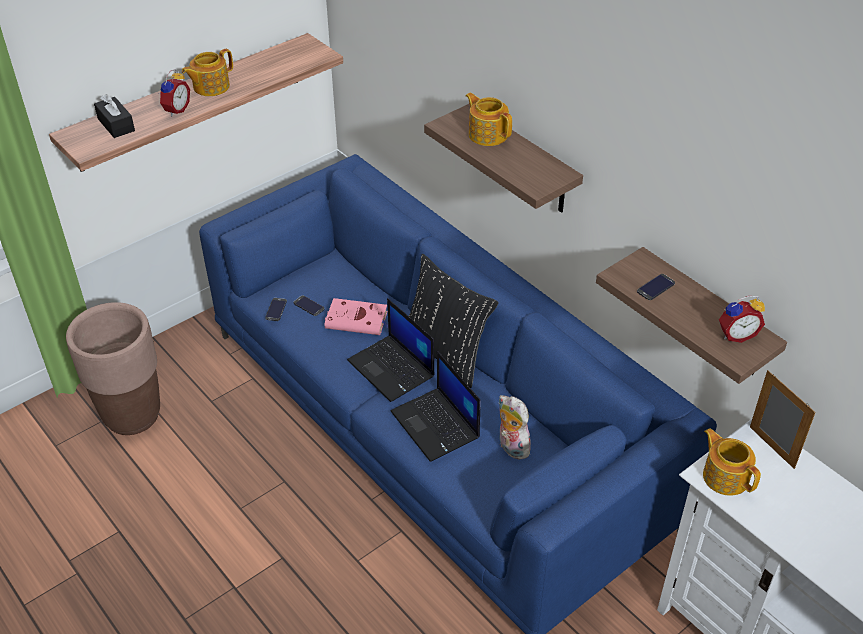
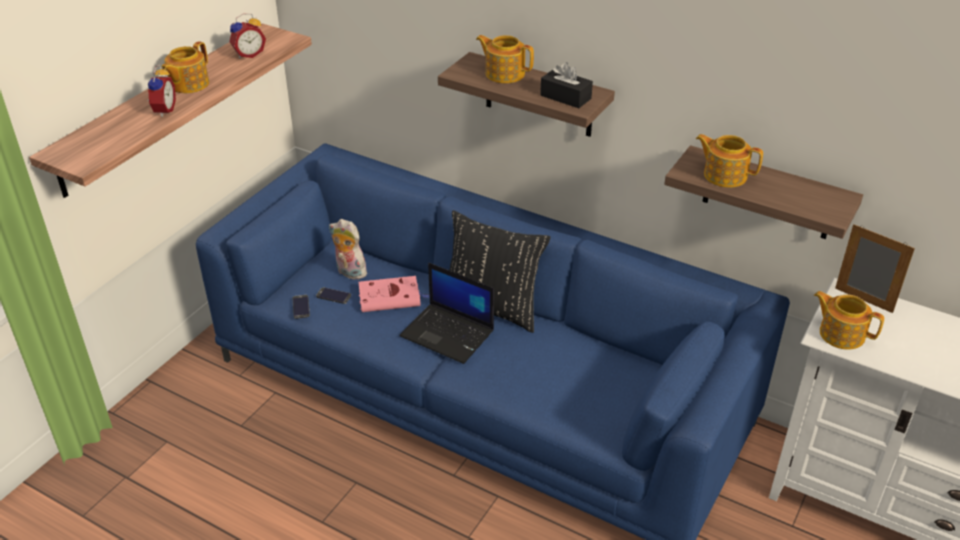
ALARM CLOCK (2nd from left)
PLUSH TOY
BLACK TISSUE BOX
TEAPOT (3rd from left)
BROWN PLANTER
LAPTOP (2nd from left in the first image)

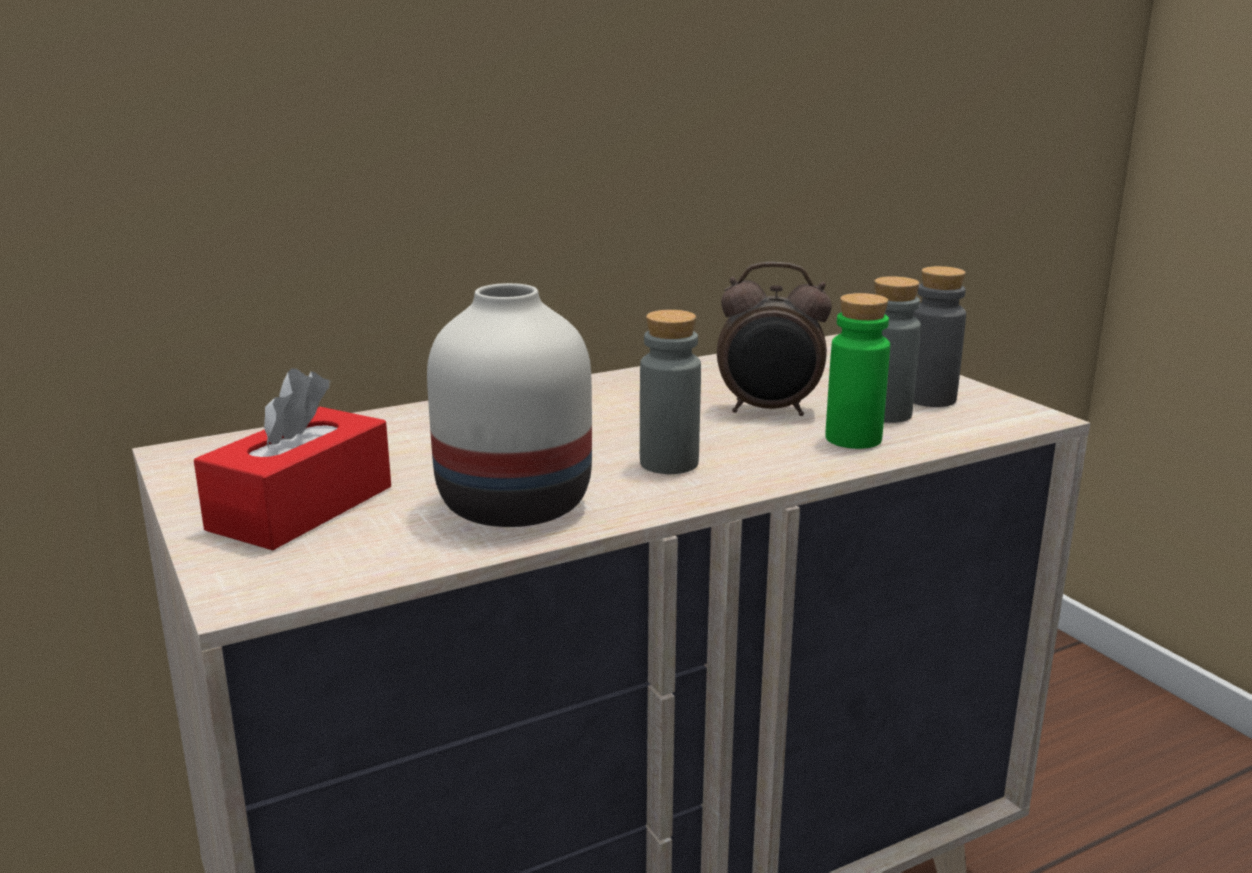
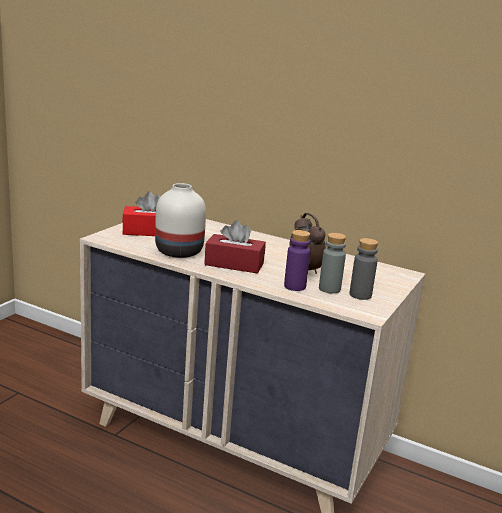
RED TISSUE BOX (2nd from left)
PURPLE BOTTLE

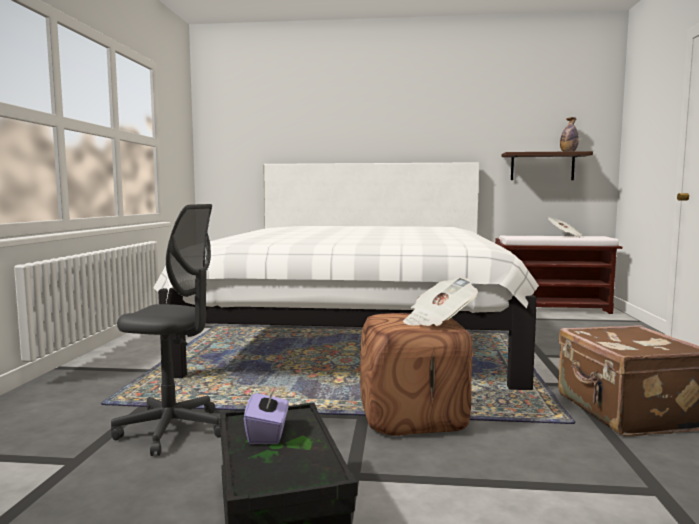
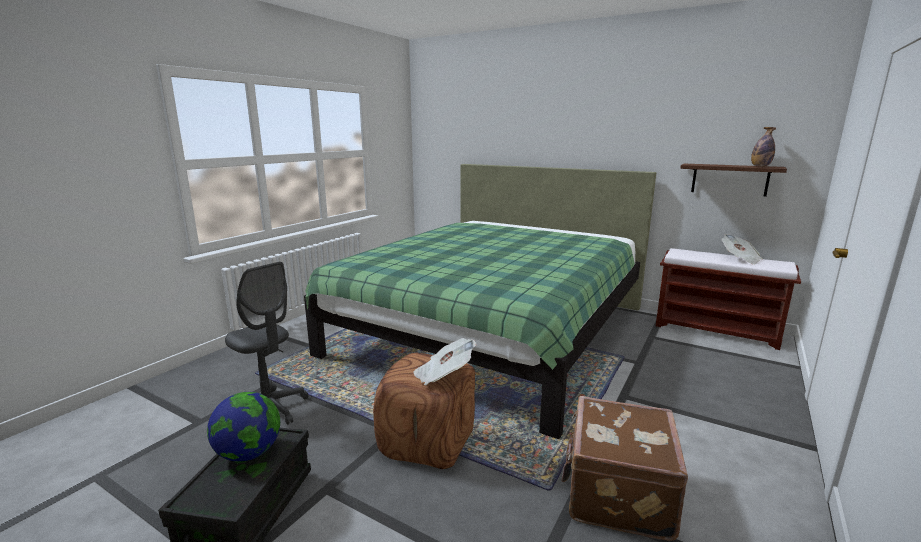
GLOBE
GREEN BED

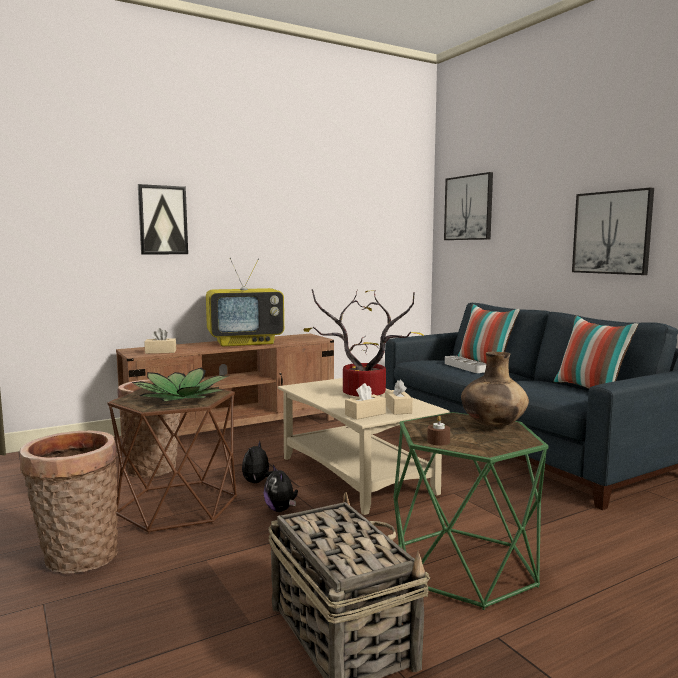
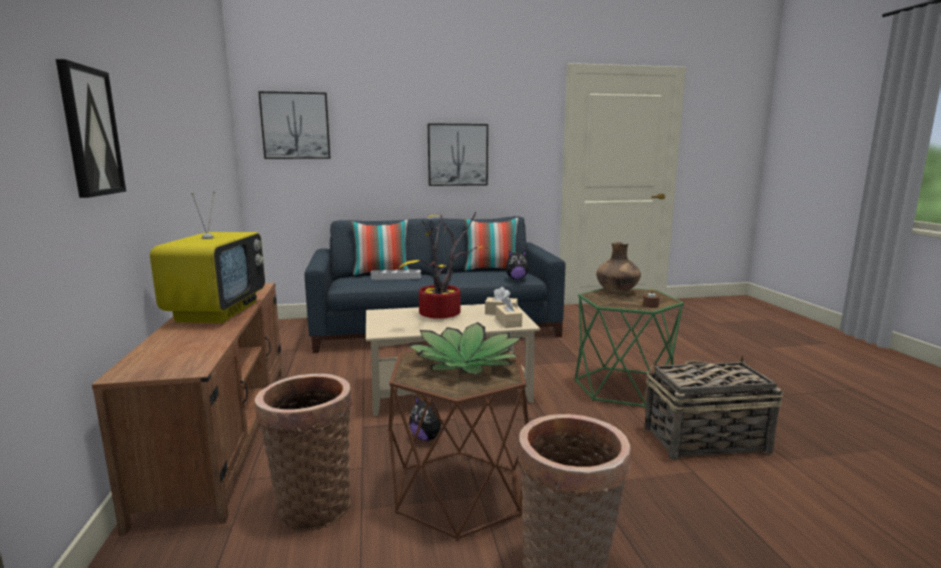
PLUSH TOY (2nd from left)
BEIGE TISSUE BOX (1st from left in the first image)

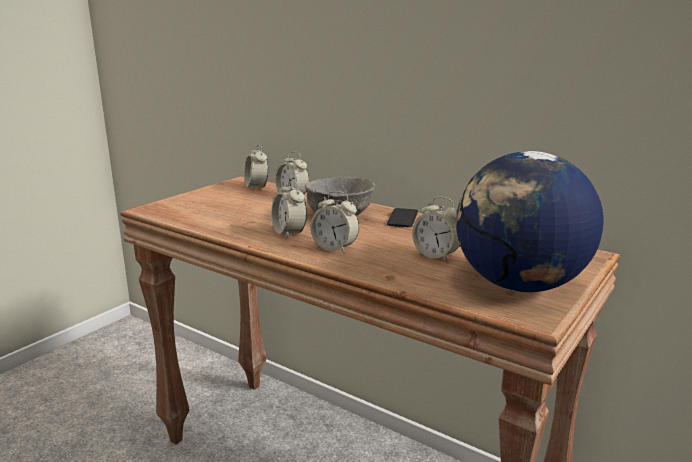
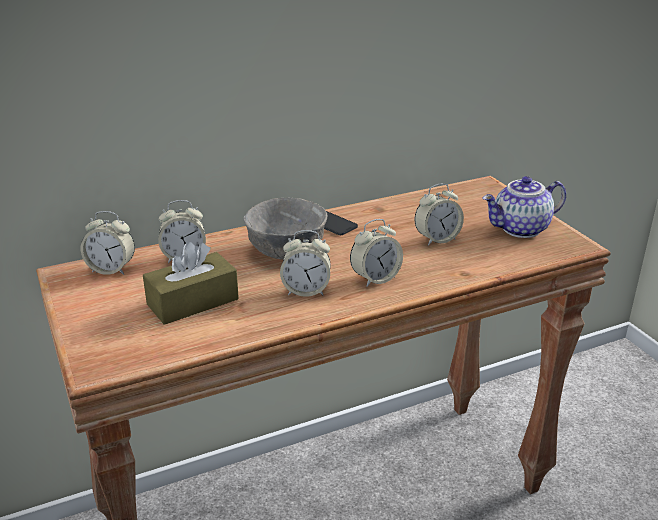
BROWN TISSUE BOX
TEAPOT

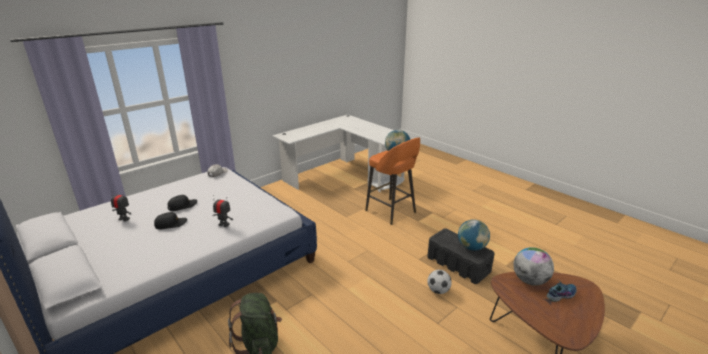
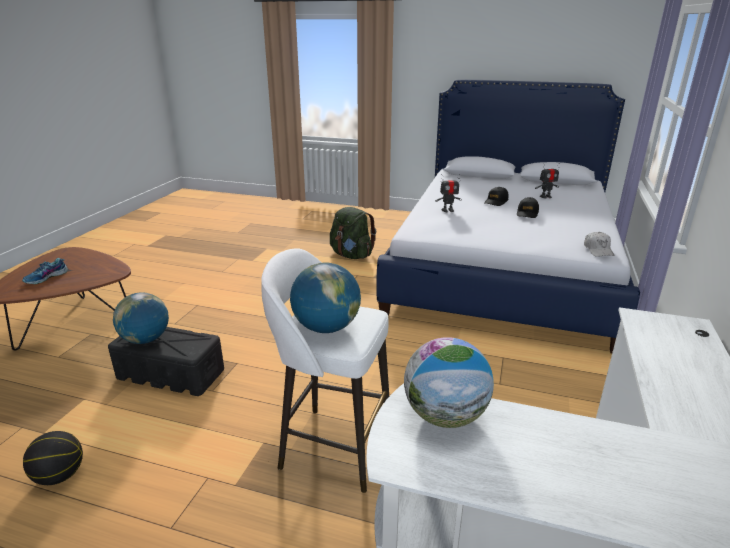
BASKETBALL
WHITE STOOL
GLOBE (3rd from left)
FOOTBALL

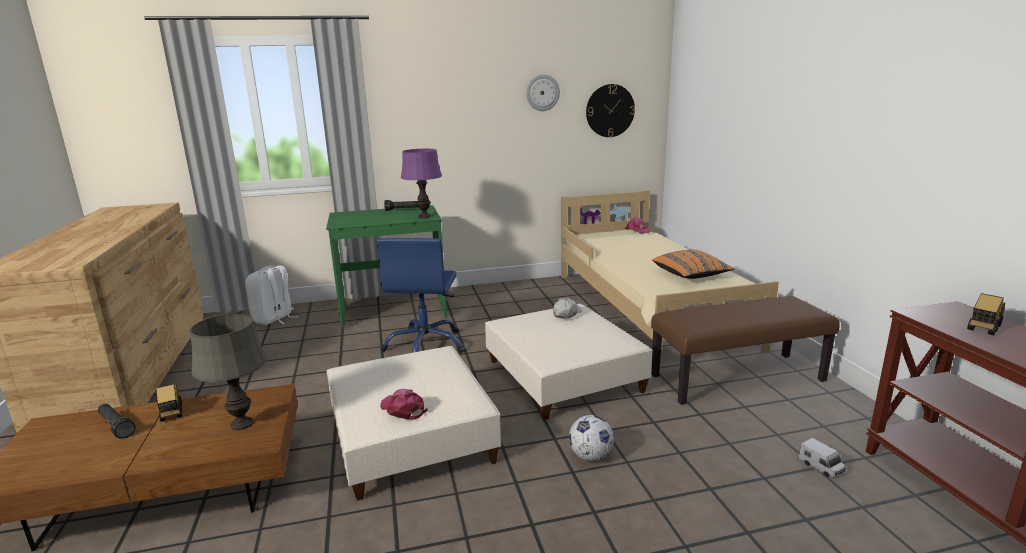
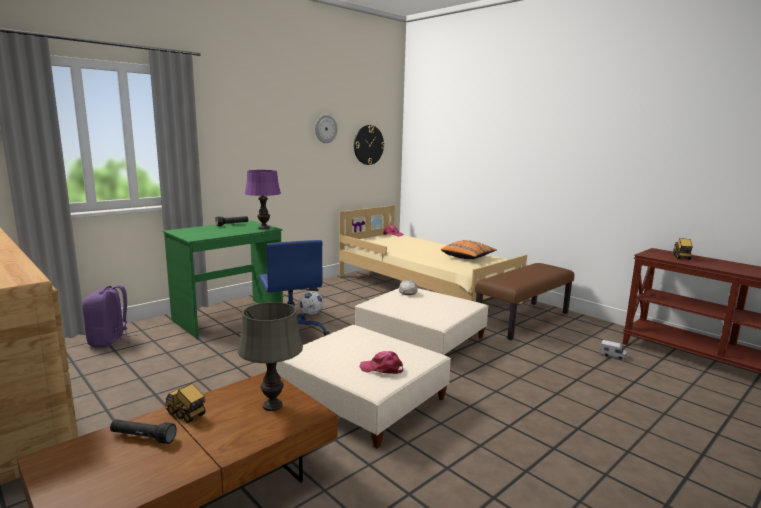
PURPLE BACKPACK
FOOTBALL

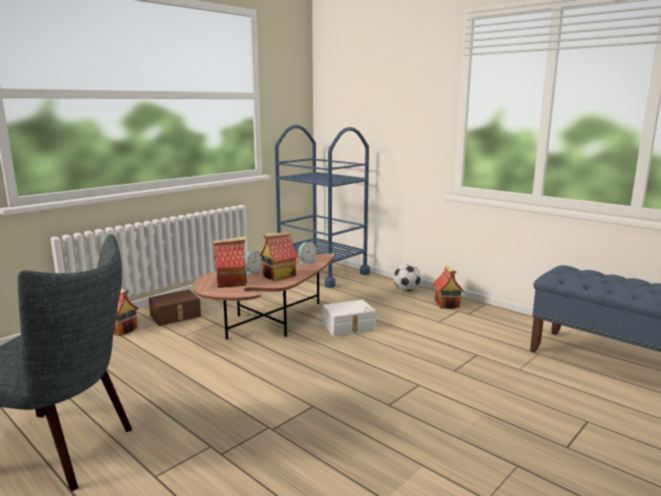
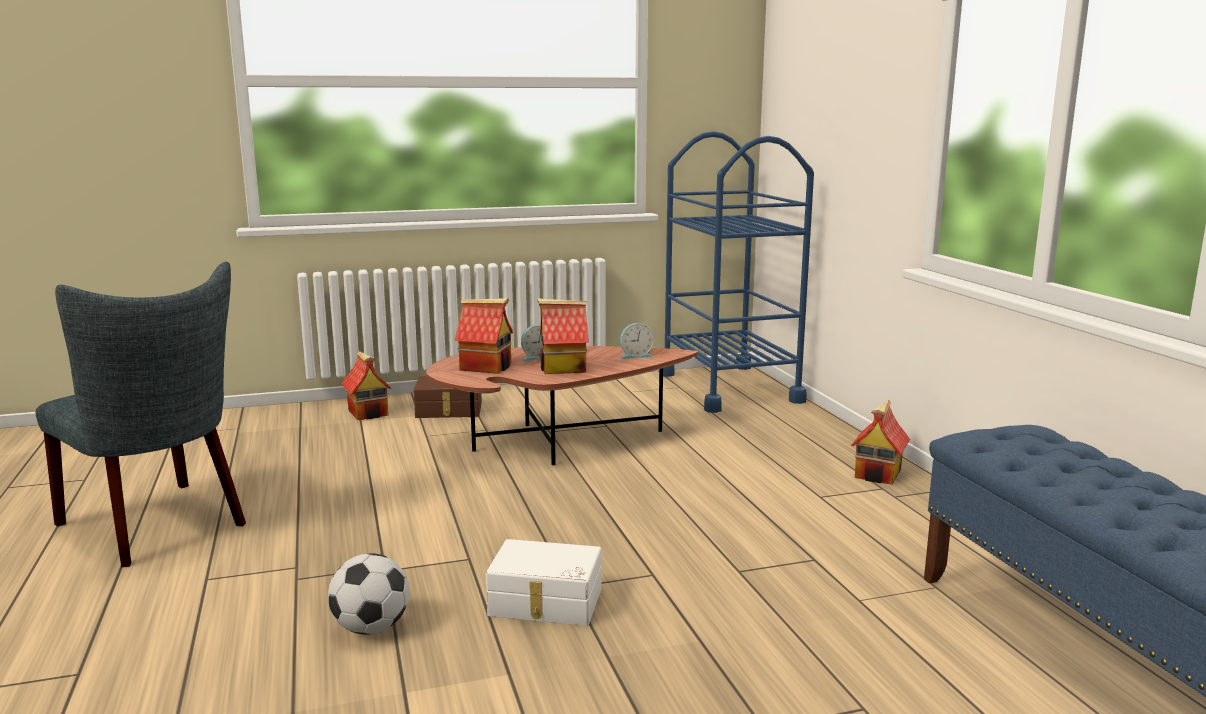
FOOTBALL
WHITE STORAGE BOX

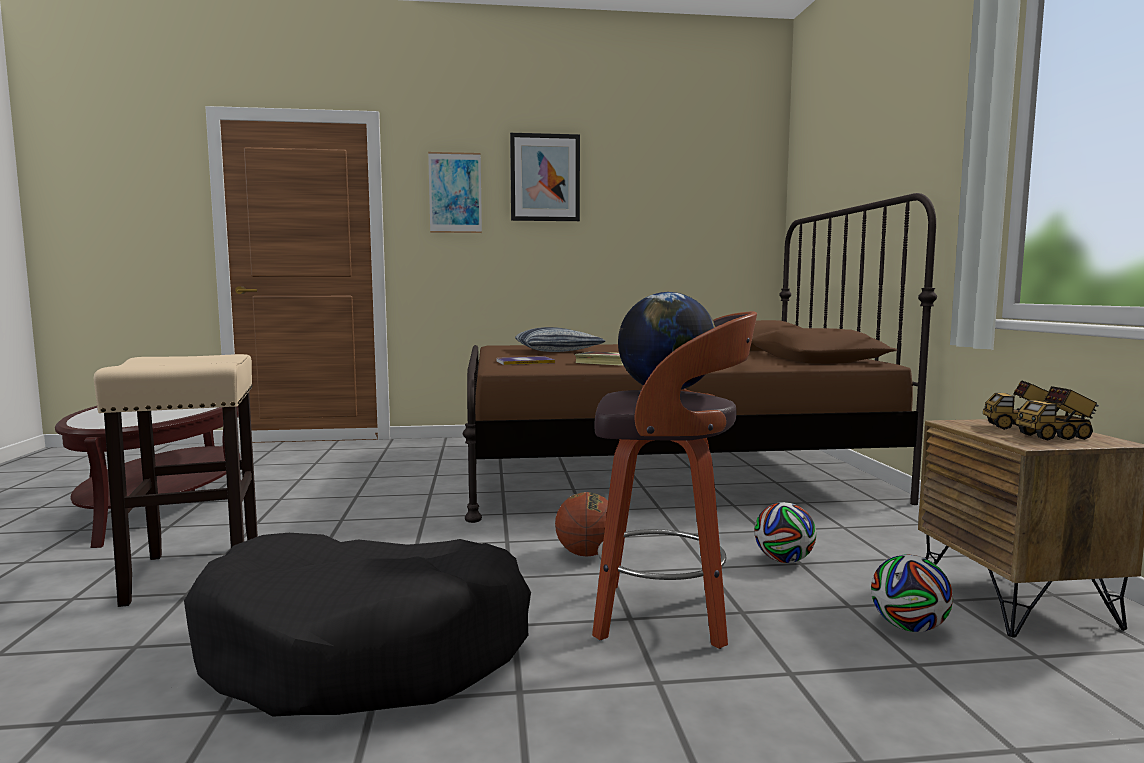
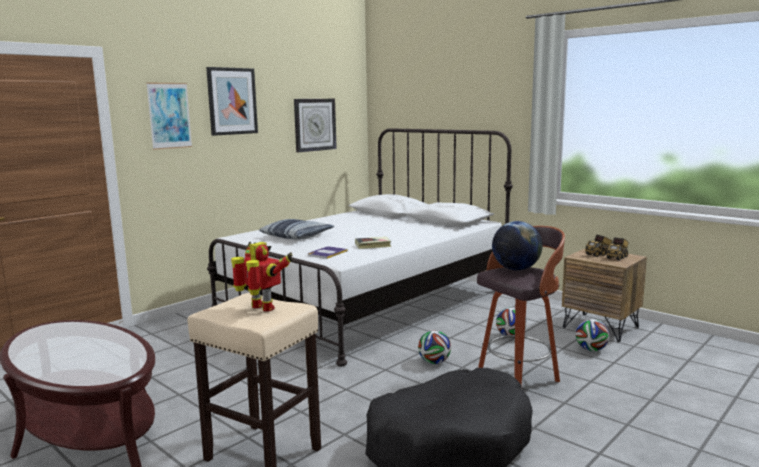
WHITE BED
TOY ROBOT
WALL CLOCK
FOOTBALL (1st from left)

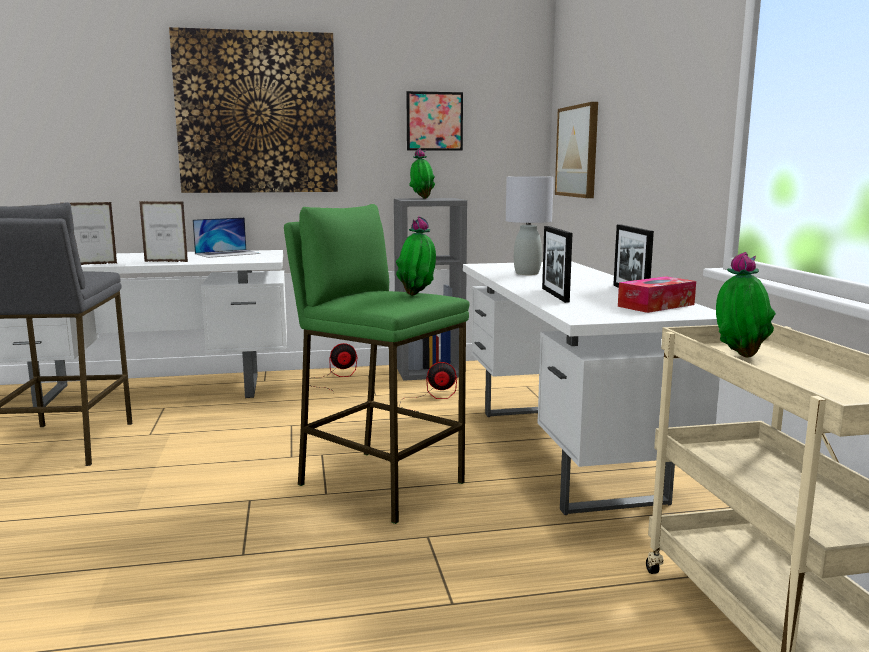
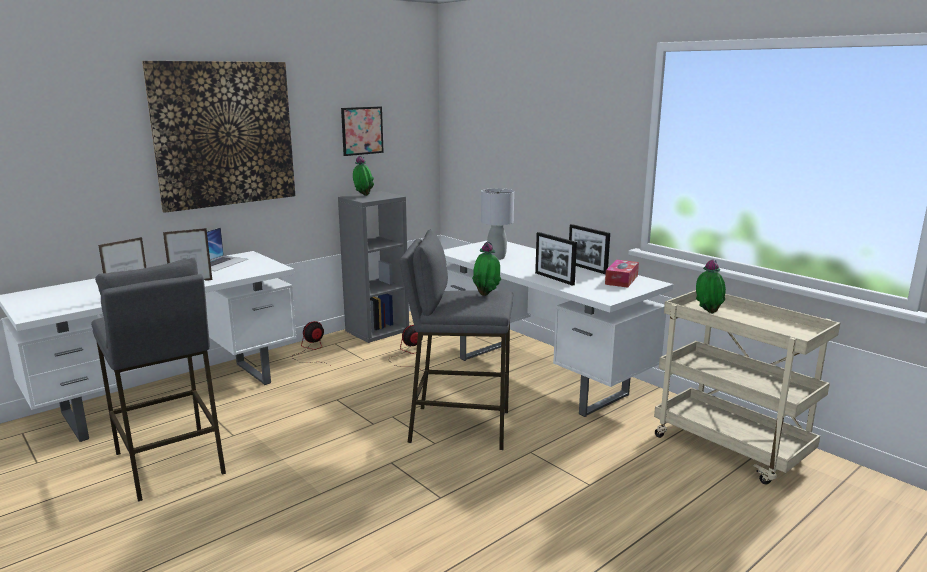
GREY STOOL (2nd from left)
PICTURE (3rd from left in the first image)

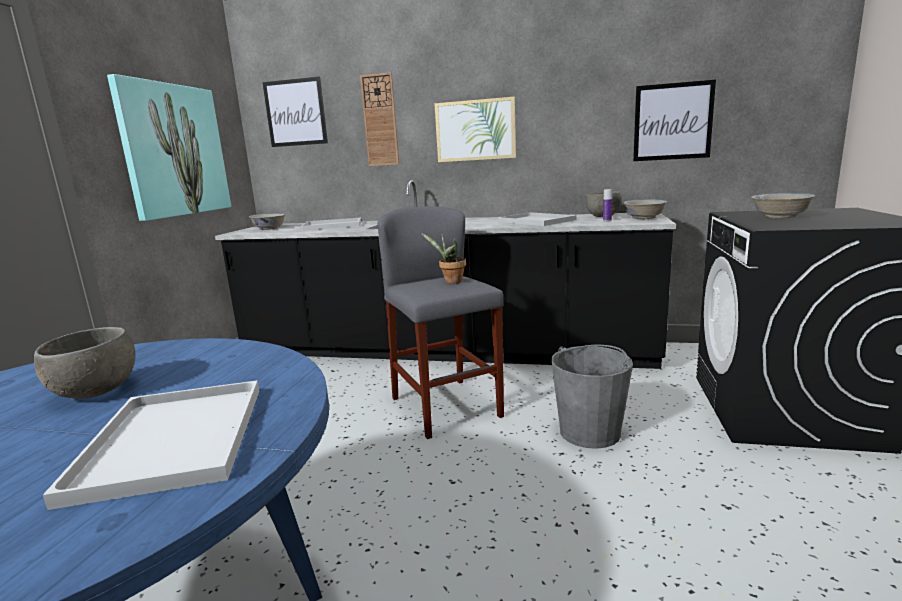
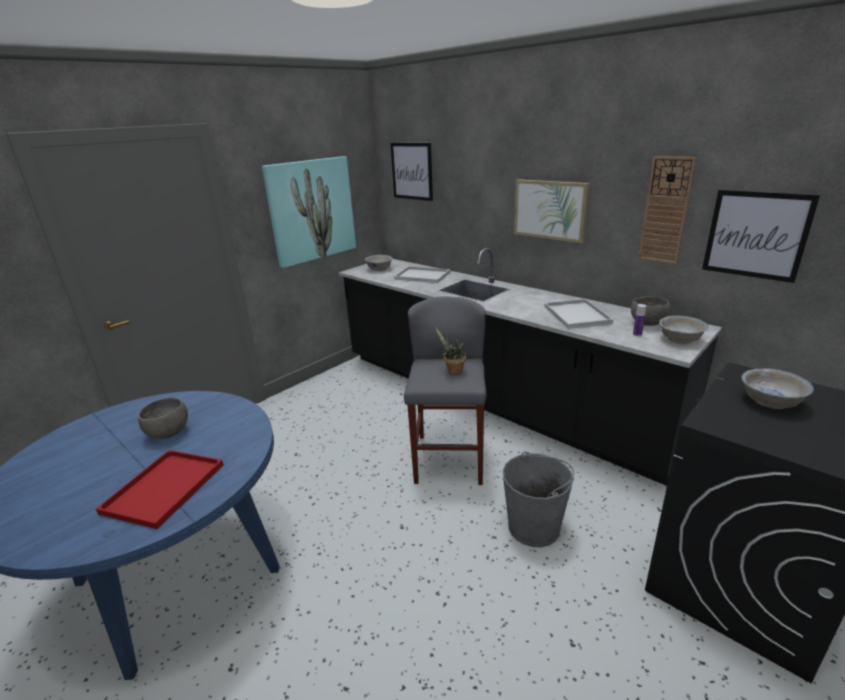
RED TRAY
WALL CLOCK

